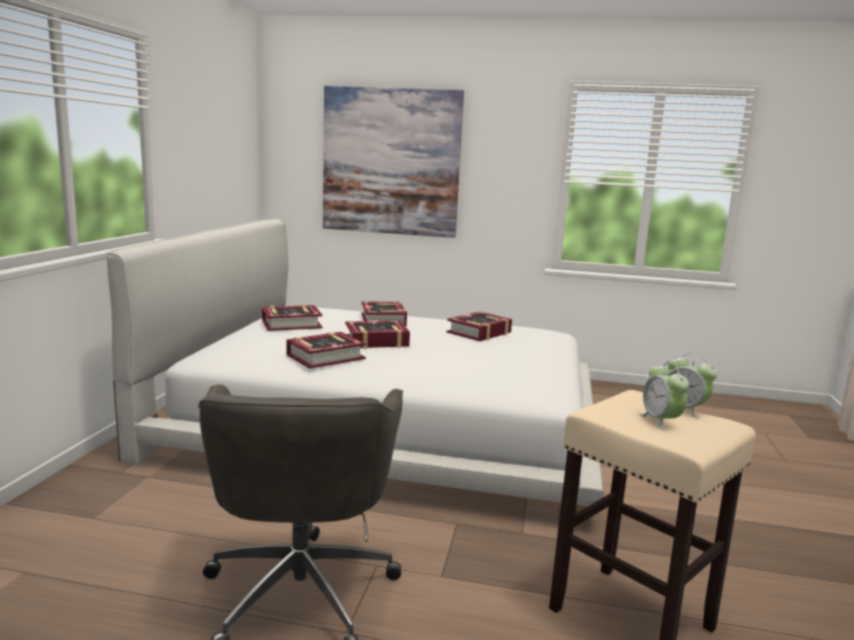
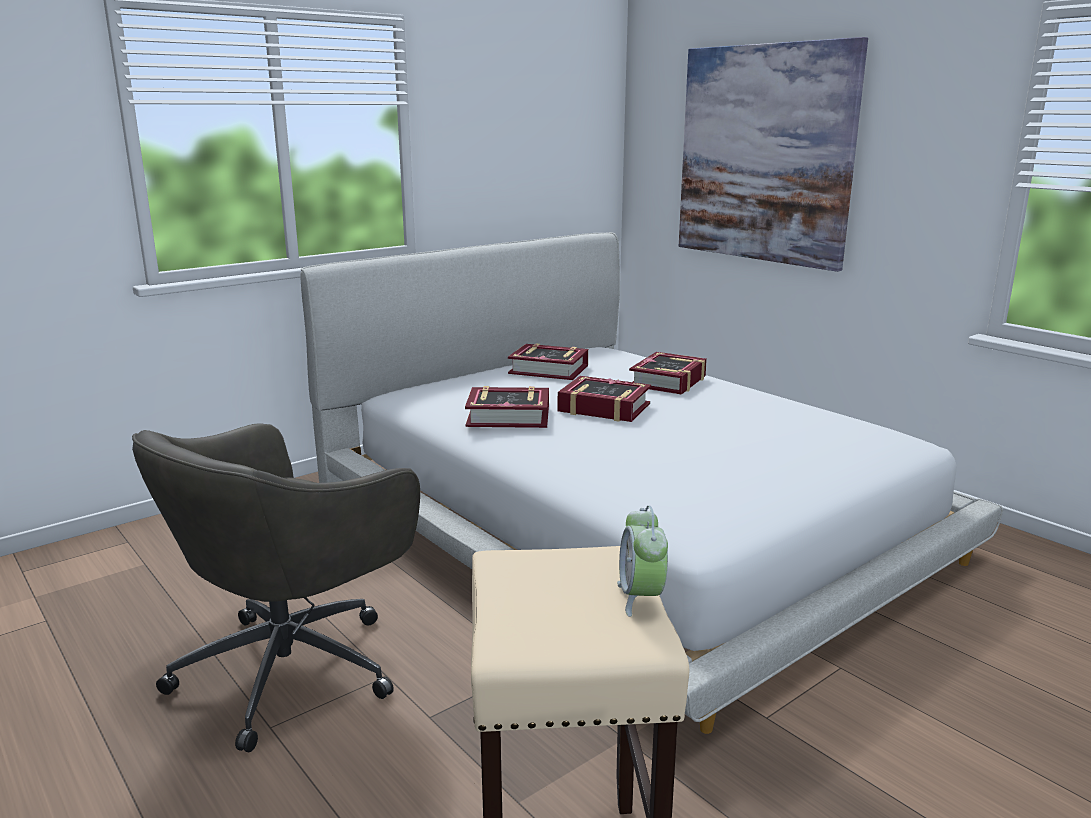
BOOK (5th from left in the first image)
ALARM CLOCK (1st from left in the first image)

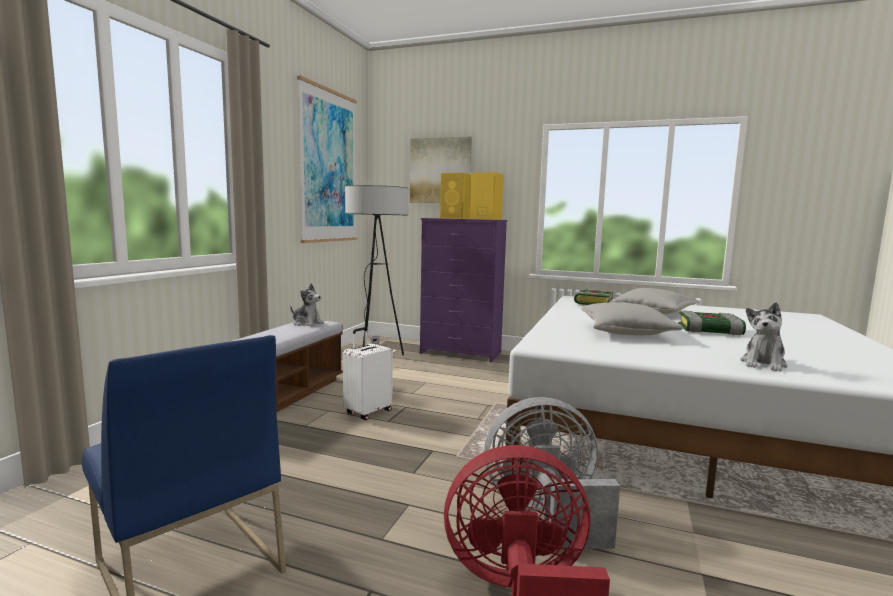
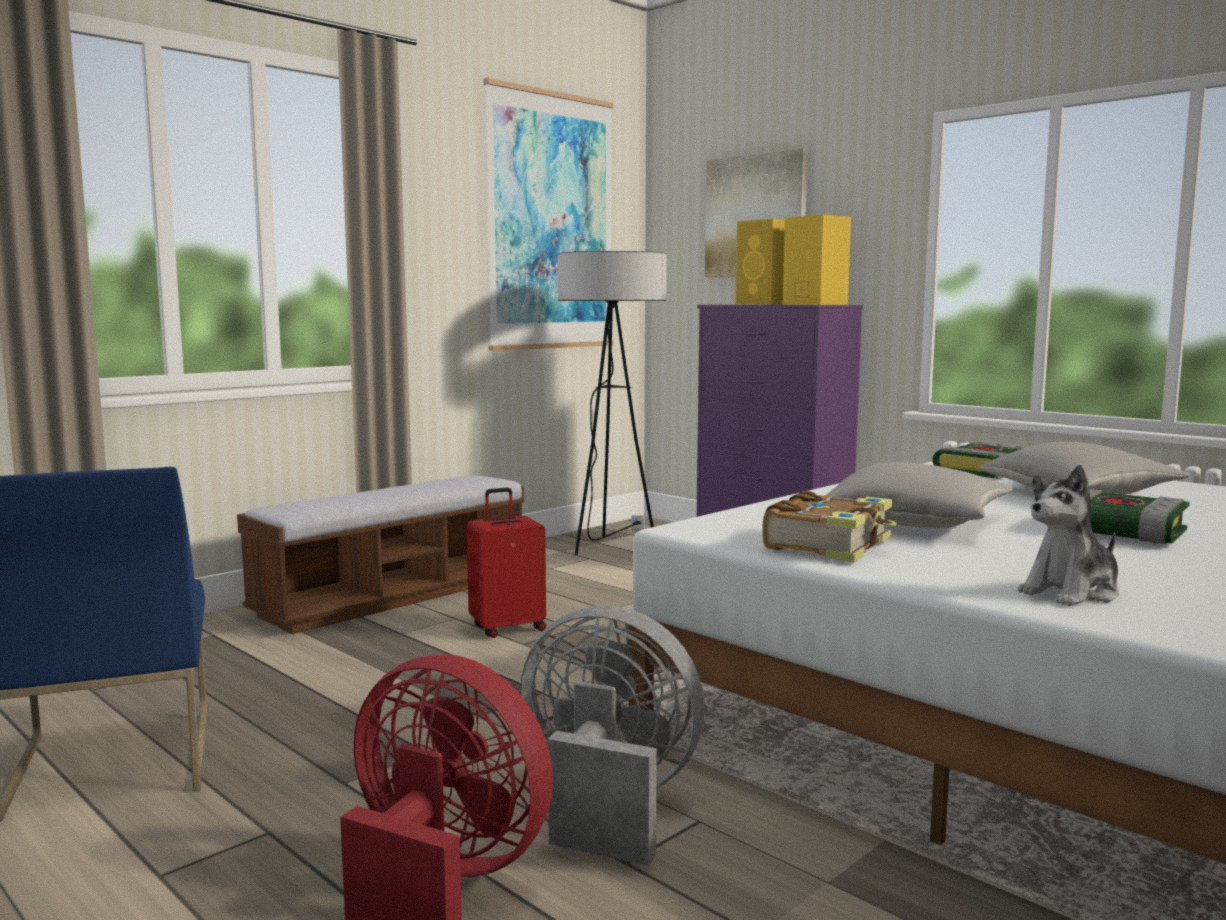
RED SUITCASE
BOOK (1st from left)
PLUSH TOY (1st from left in the first image)

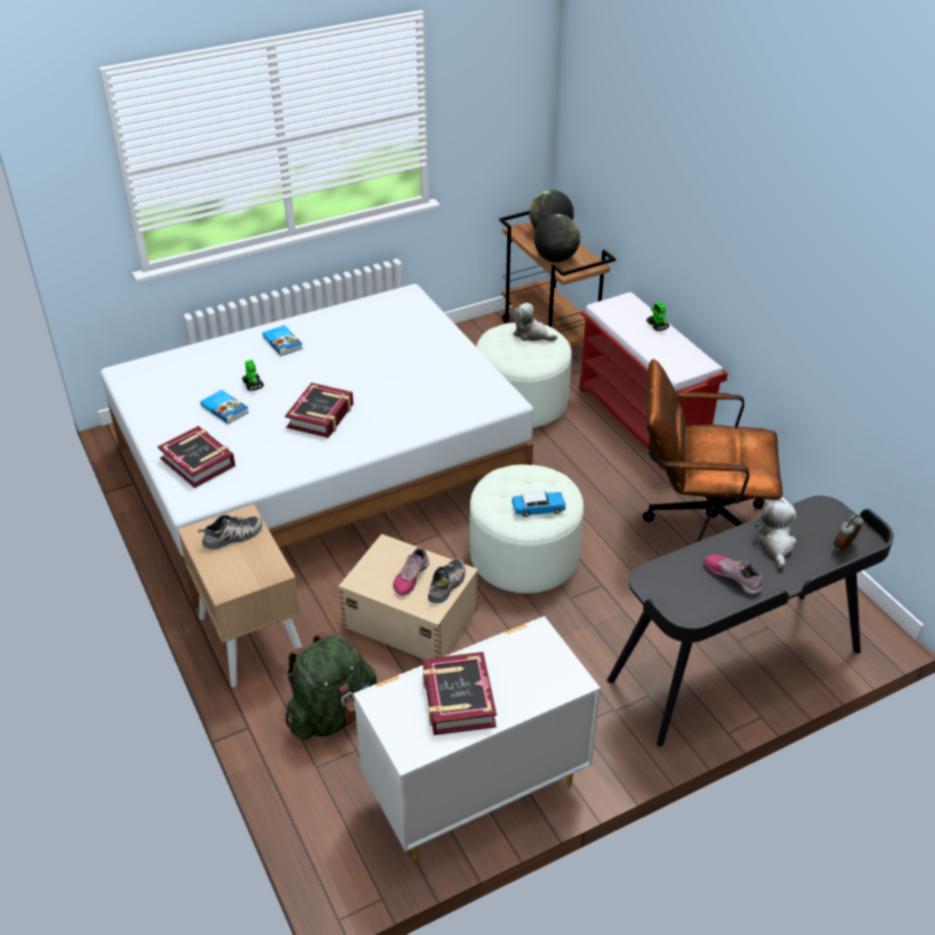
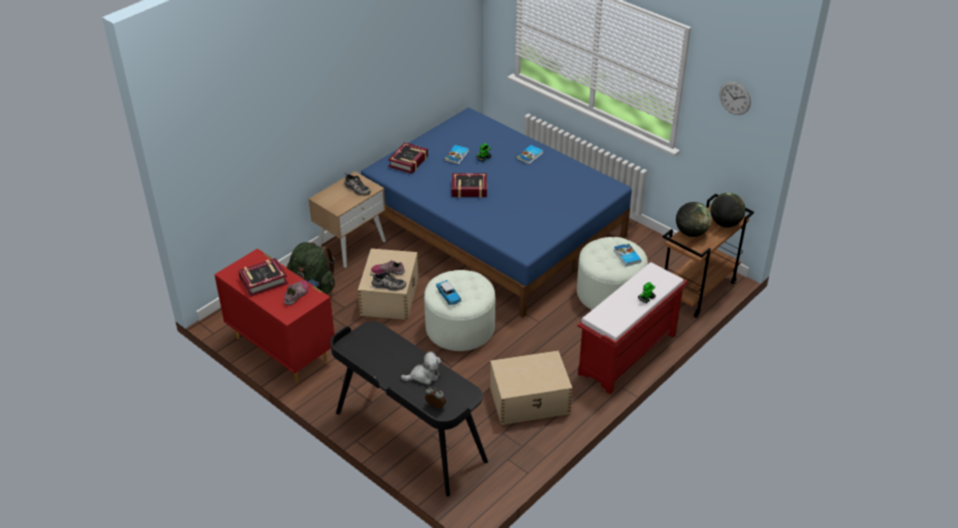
RED DRESSER
SHOE (1st from left)
BLUE BED
BEIGE STORAGE BOX (2nd from left)
BOOK (6th from left)
WALL CLOCK

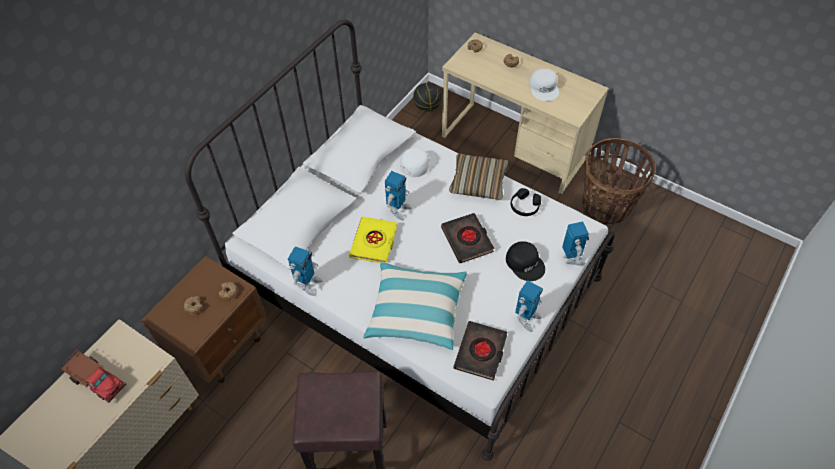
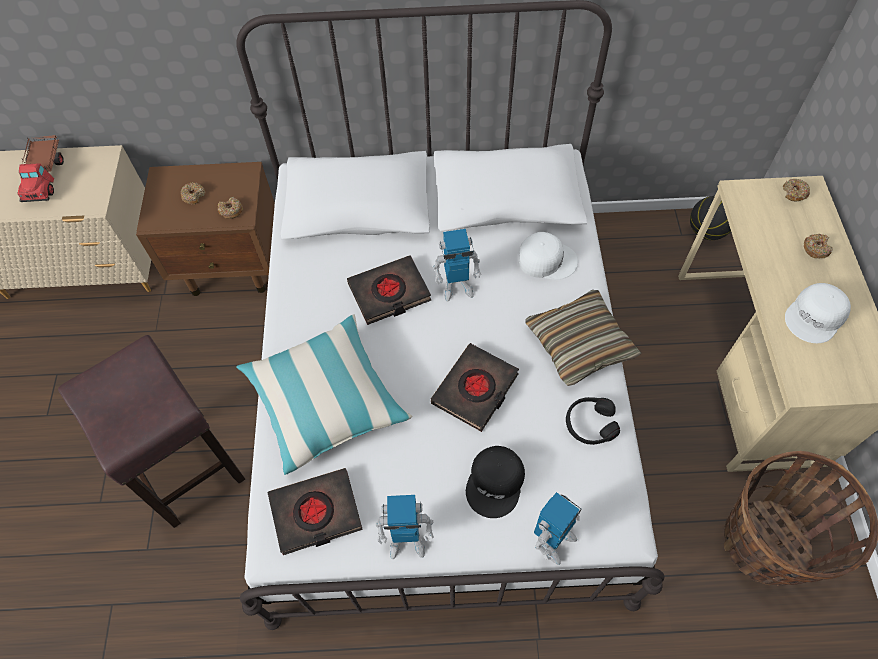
BLACK BOOK (2nd from left)
TOY ROBOT (1st from left in the first image)

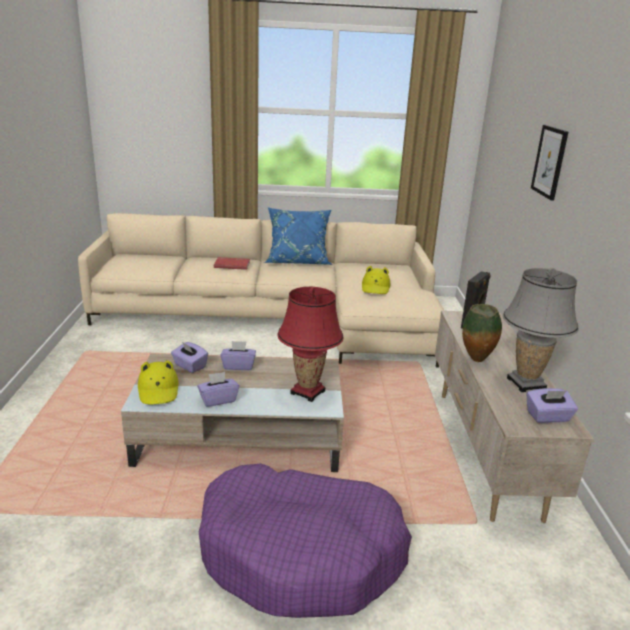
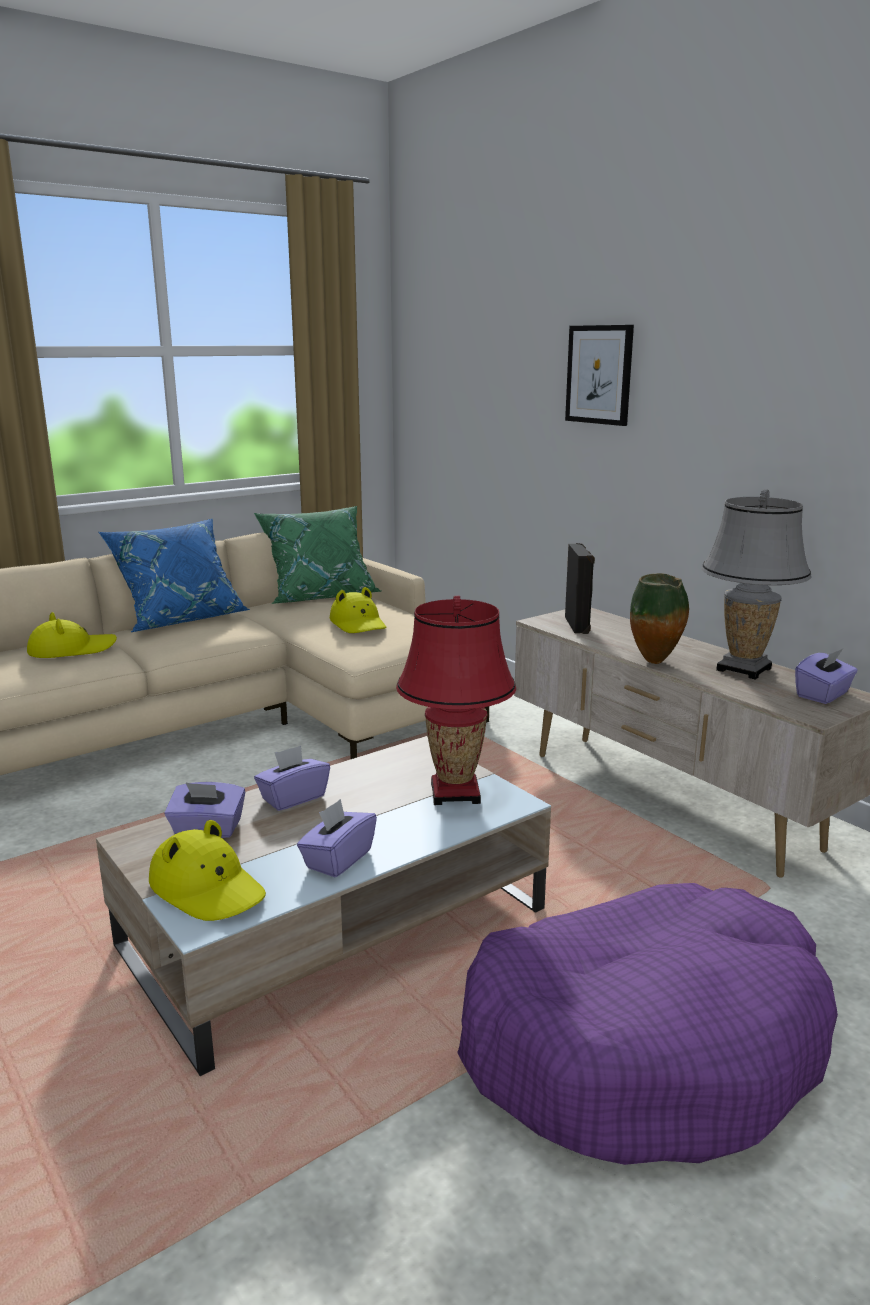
YELLOW HAT (1st from left)
GREEN PILLOW

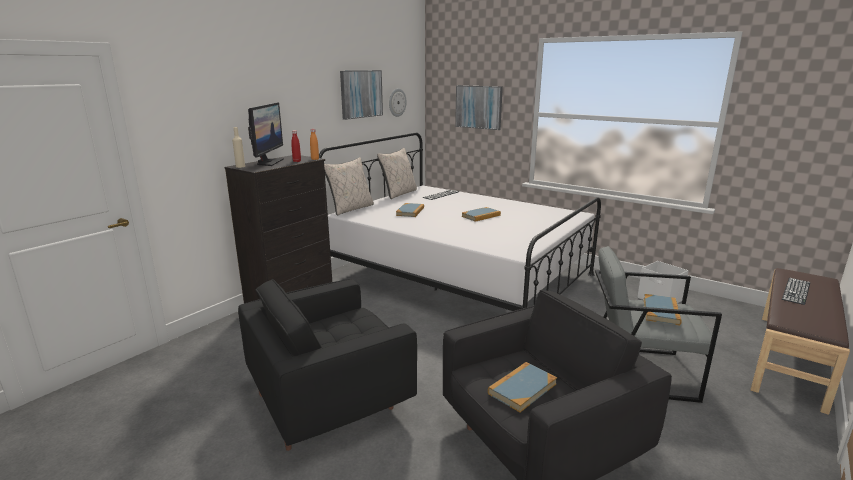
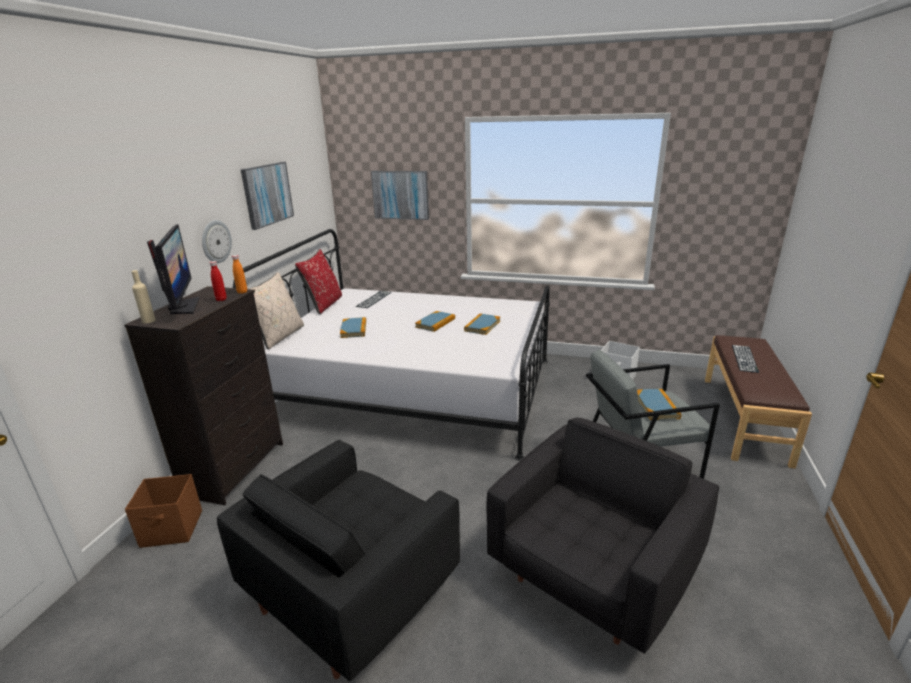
BROWN STORAGE BOX
WALL CLOCK
RED PILLOW
BOOK (3rd from left)

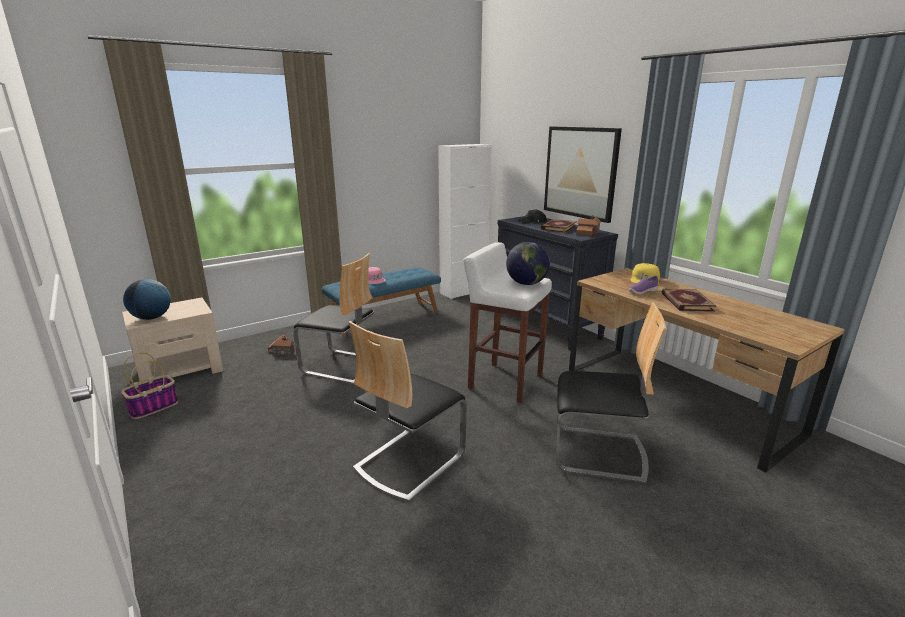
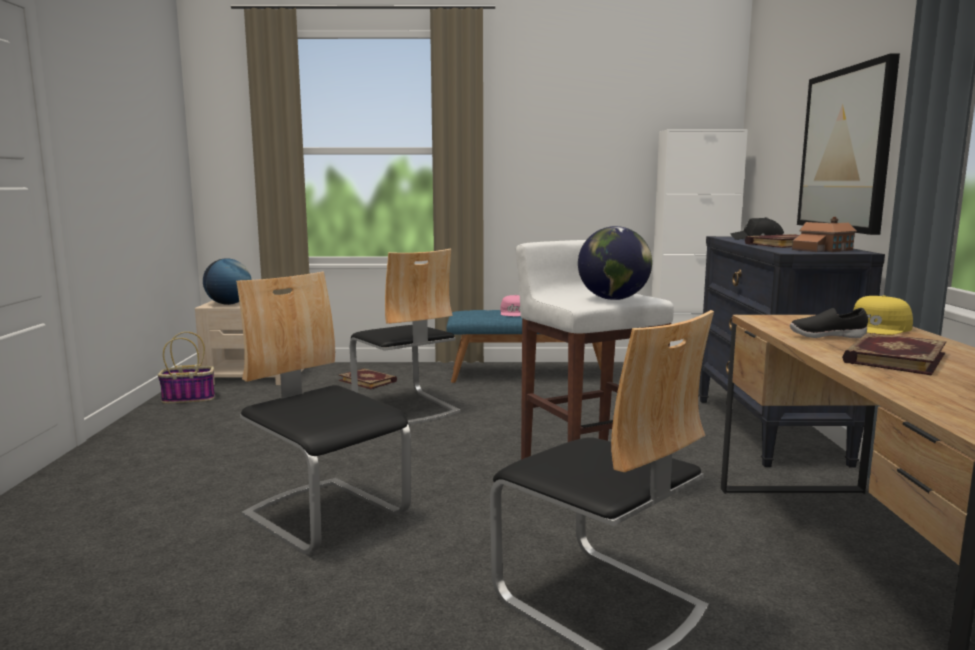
CHAIR (1st from left)
BOOK (1st from left)
BLACK SHOE

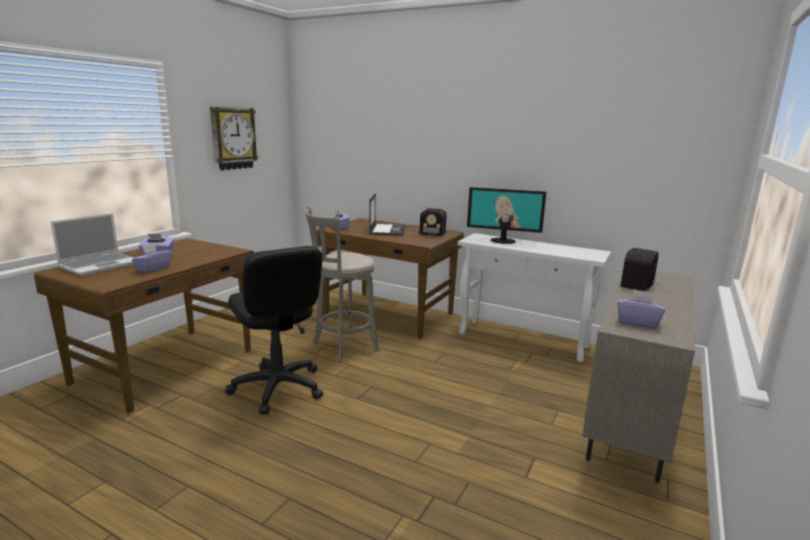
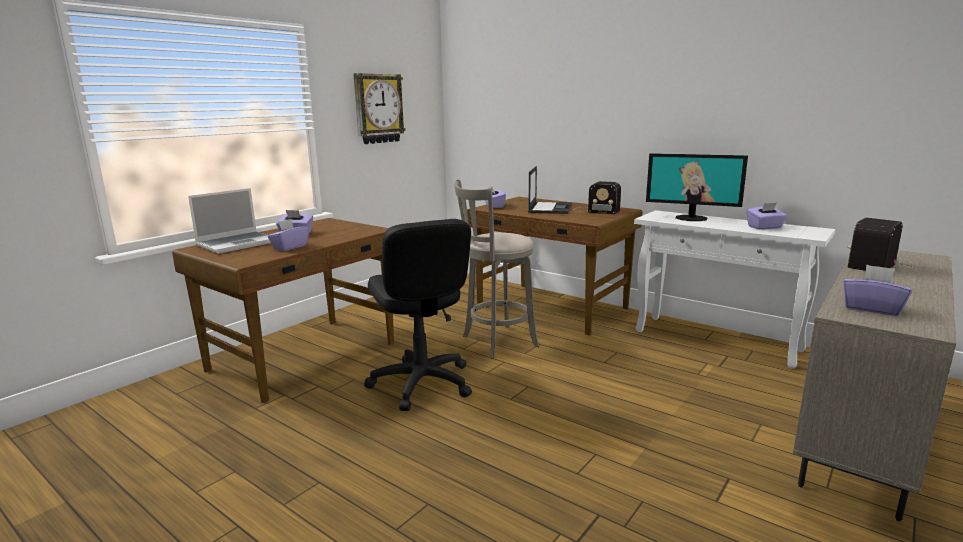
PURPLE TISSUE BOX (4th from left)

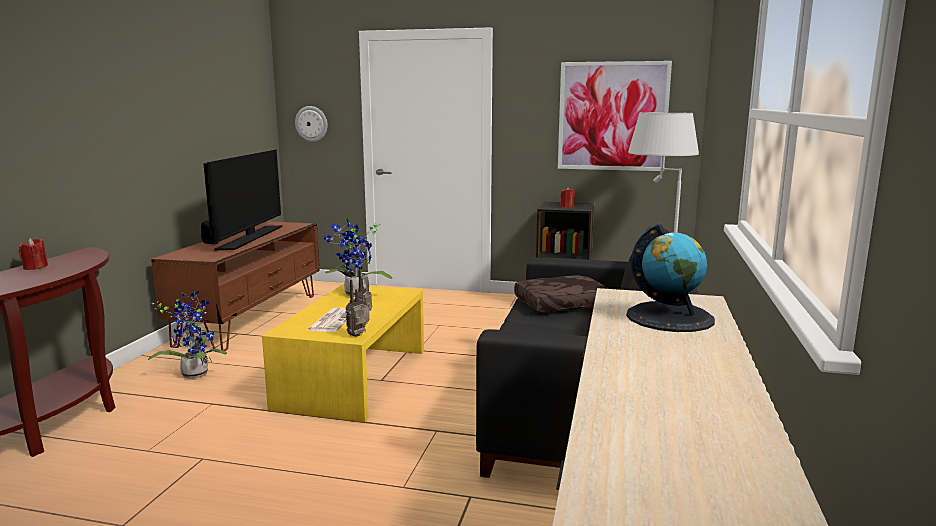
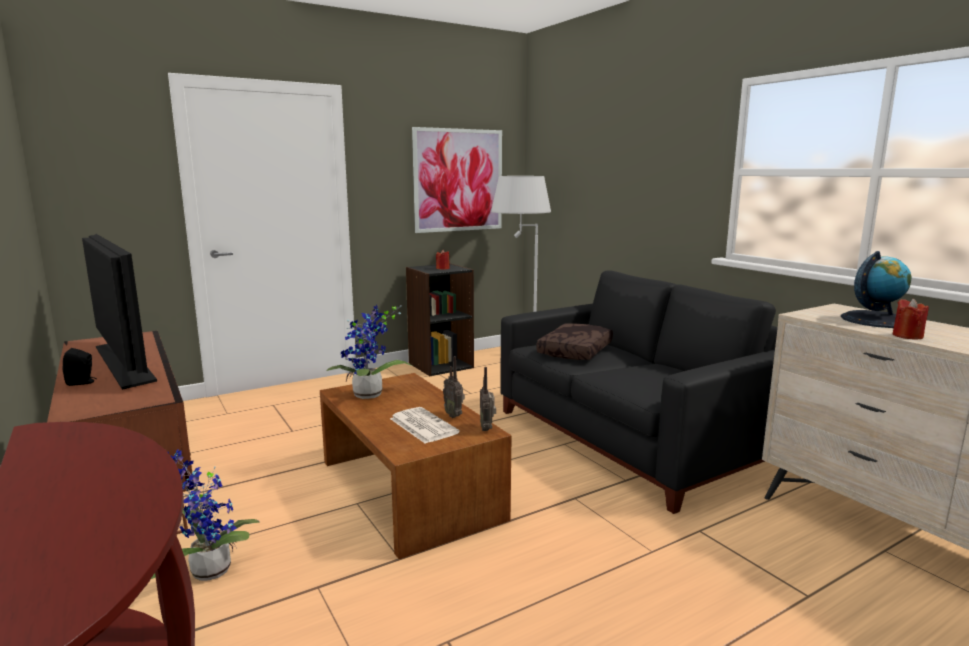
BROWN COFFEE TABLE
RED CANDLE (2nd from left)
WALL CLOCK

